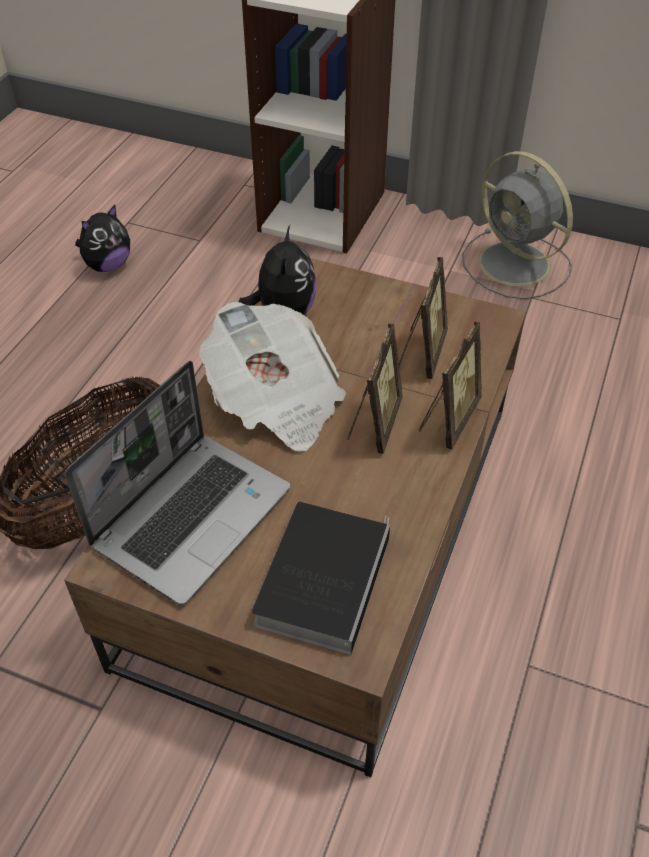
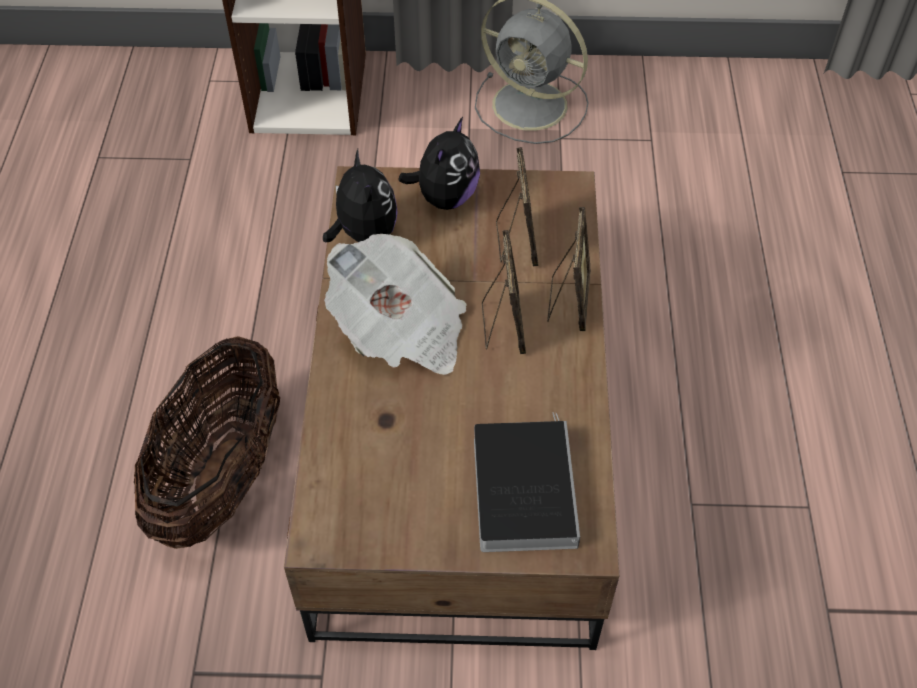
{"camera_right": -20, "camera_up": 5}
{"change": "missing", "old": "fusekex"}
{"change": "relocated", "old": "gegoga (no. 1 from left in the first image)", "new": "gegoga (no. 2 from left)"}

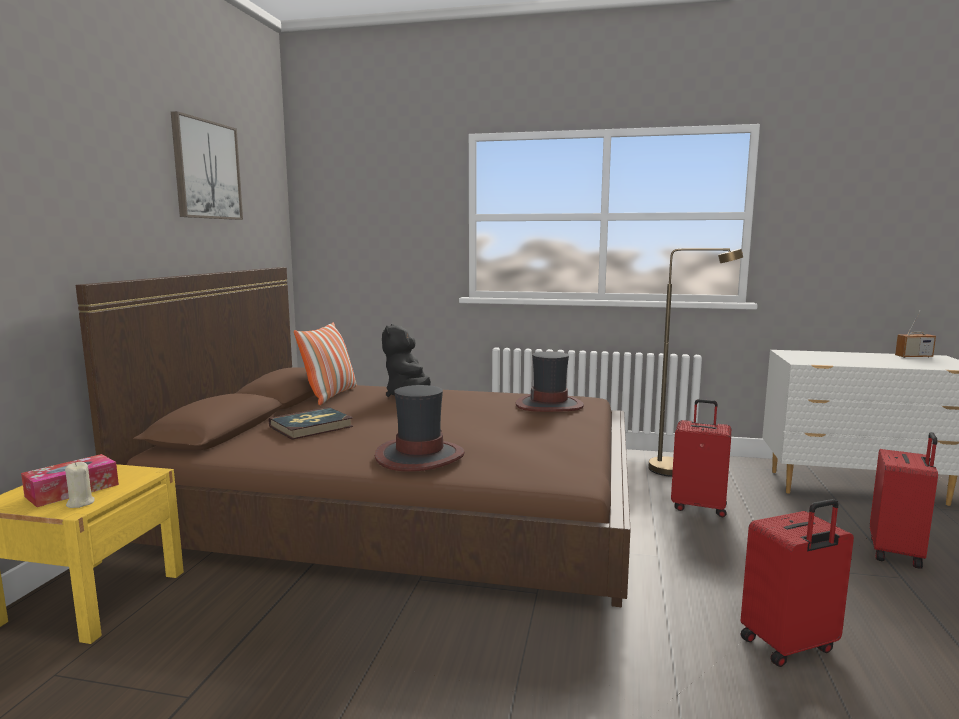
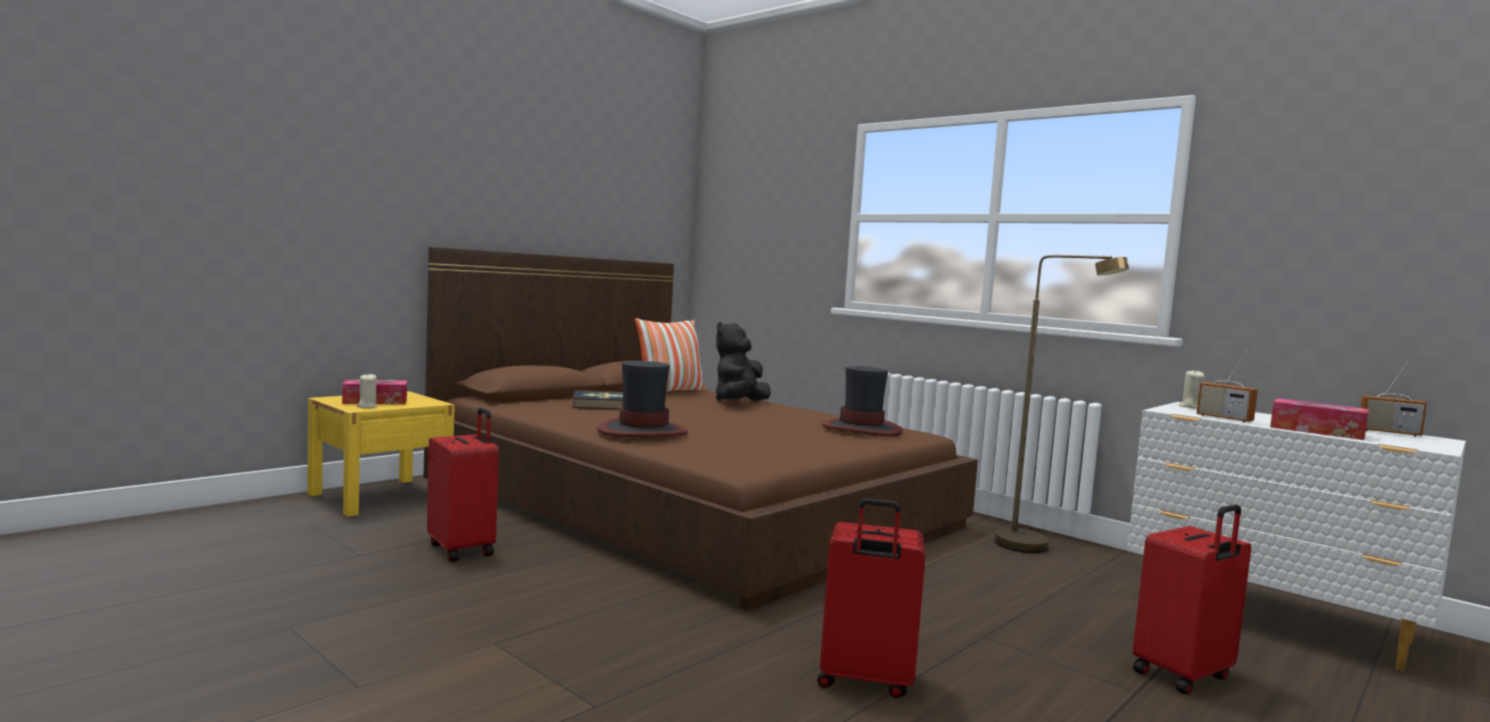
{"camera_right": 30, "camera_up": -5}
{"change": "missing", "old": "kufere"}
{"change": "appeared", "new": "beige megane (no. 2 from left)"}
{"change": "appeared", "new": "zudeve (no. 1 from left)"}
{"change": "appeared", "new": "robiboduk (no. 2 from left)"}
{"change": "relocated", "old": "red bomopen (no. 1 from left)"}

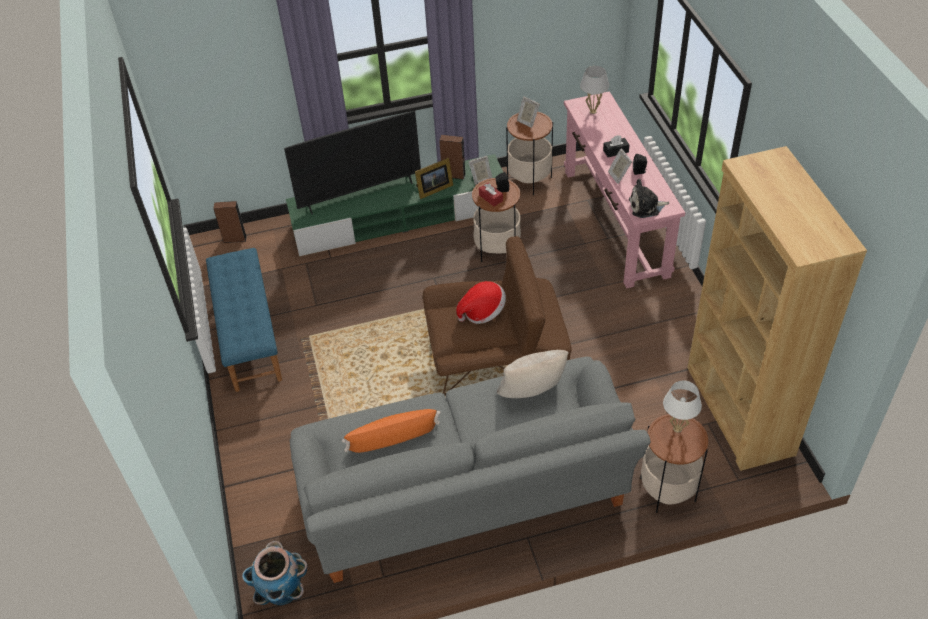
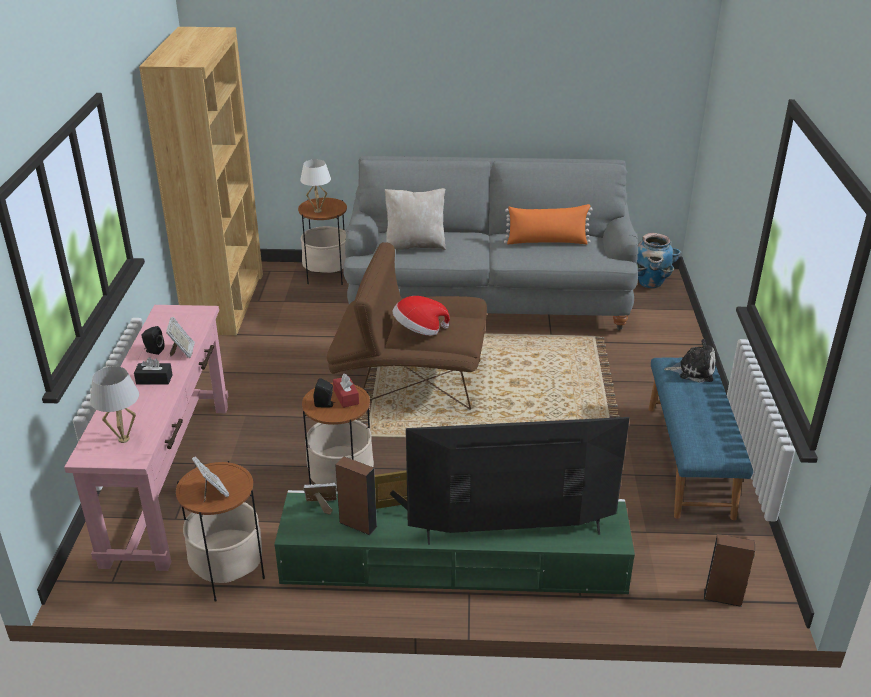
{"camera_right": -165, "camera_up": -15}
{"change": "relocated", "old": "gegoga"}

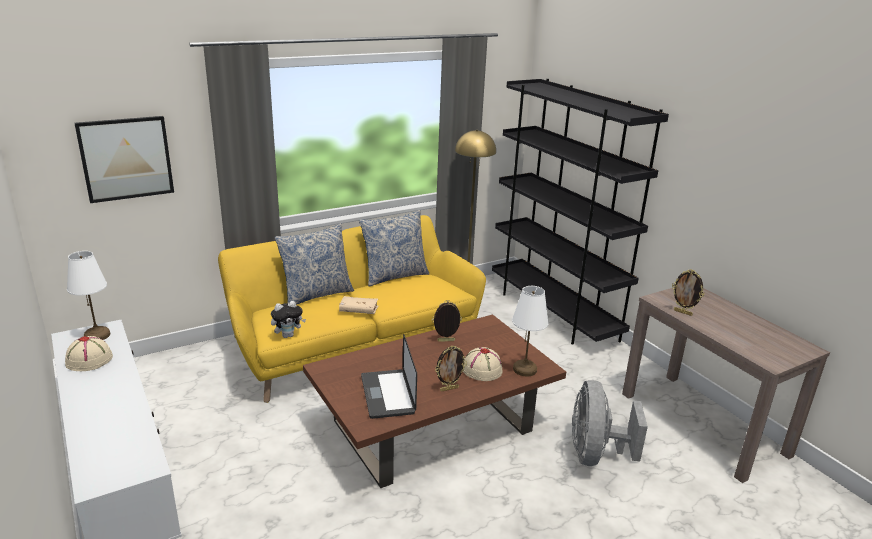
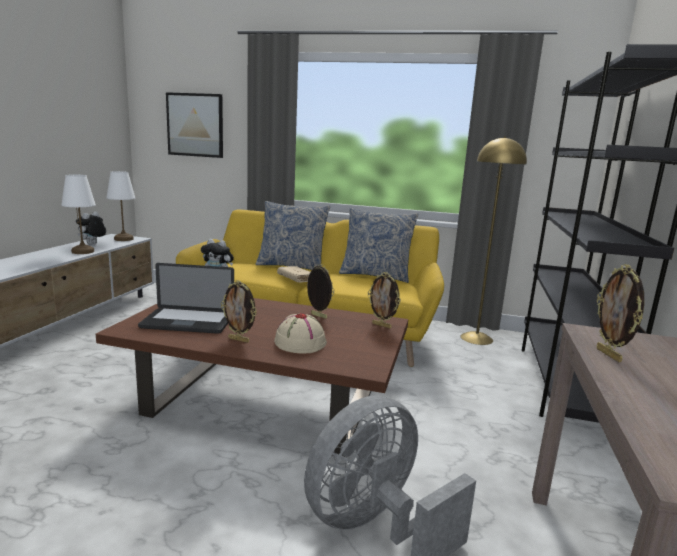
{"camera_right": 45, "camera_up": -10}
{"change": "appeared", "new": "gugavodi (no. 3 from left)"}
{"change": "relocated", "old": "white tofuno (no. 2 from left in the first image)", "new": "white tofuno (no. 1 from left)"}
{"change": "exchanged", "old": "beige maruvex (no. 1 from left)", "new": "gegoga (no. 1 from left)"}
{"change": "spun", "old": "fusekex", "degrees": -120}

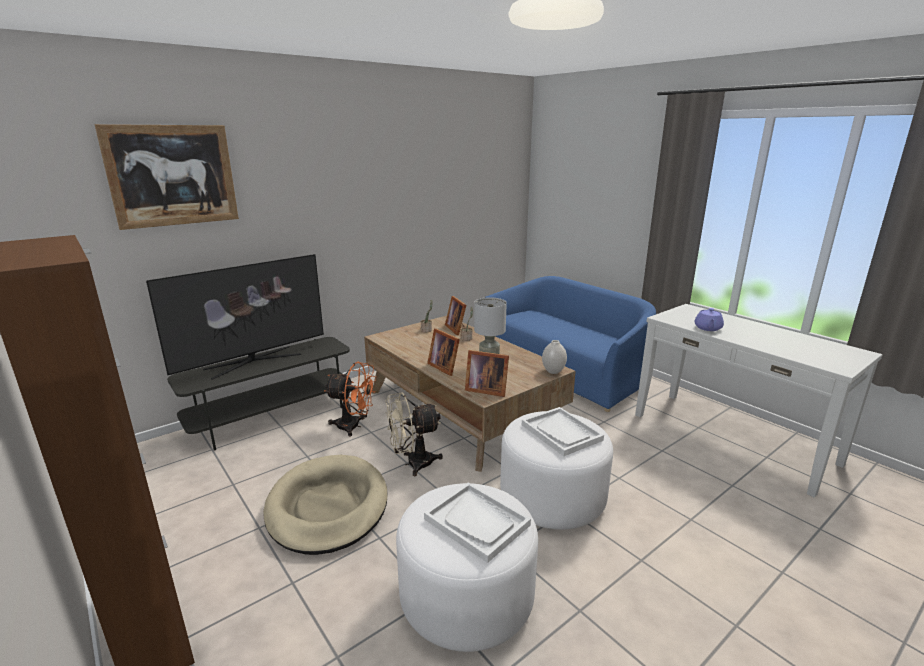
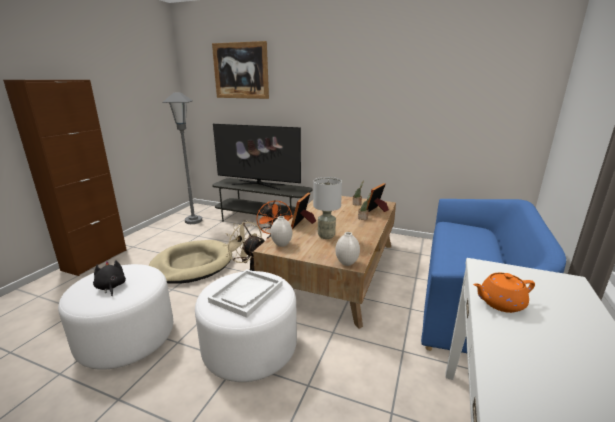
{"camera_right": 60, "camera_up": 0}
{"change": "appeared", "new": "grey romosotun"}
{"change": "exchanged", "old": "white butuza (no. 1 from left)", "new": "black gegoga"}
{"change": "exchanged", "old": "gugavodi (no. 3 from left)", "new": "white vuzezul (no. 1 from left)"}
{"change": "colour", "old": "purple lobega", "new": "orange lobega"}

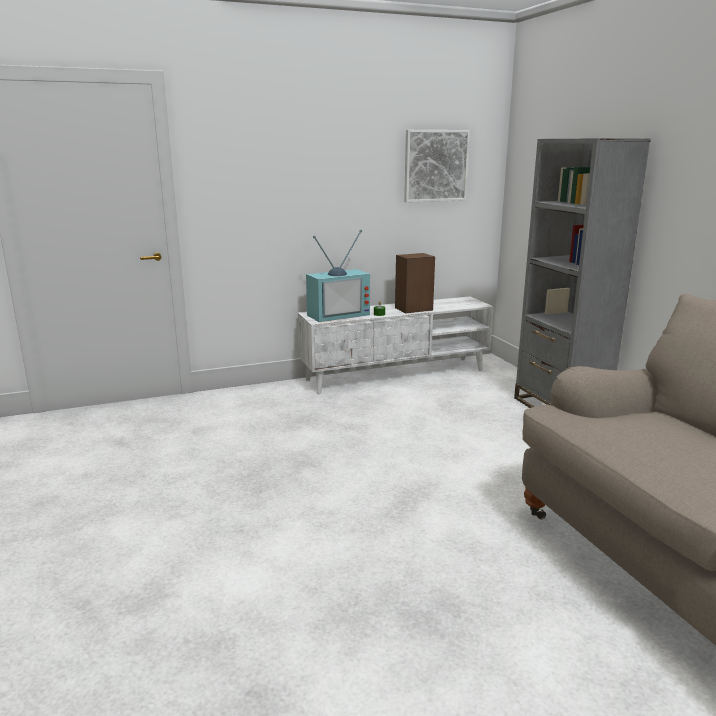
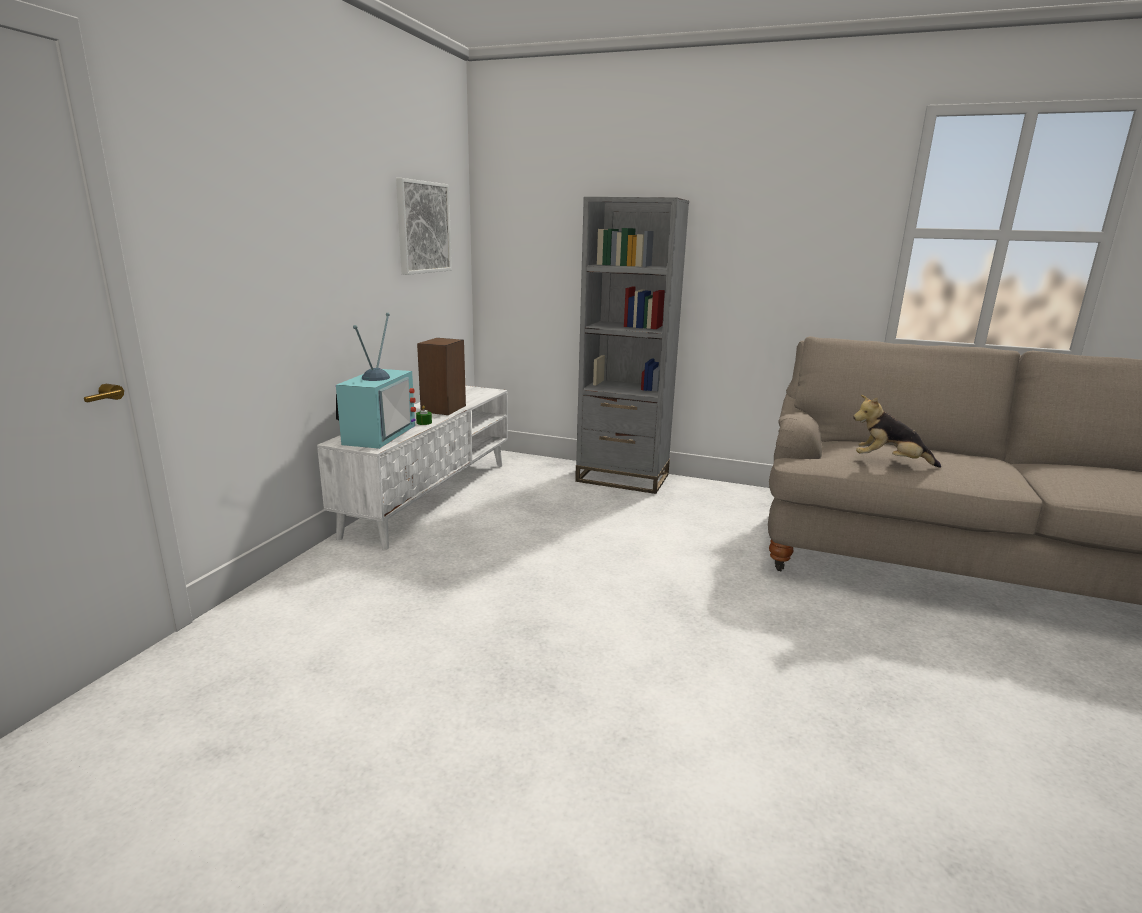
{"camera_right": -50, "camera_up": 0}
{"change": "appeared", "new": "gegoga"}

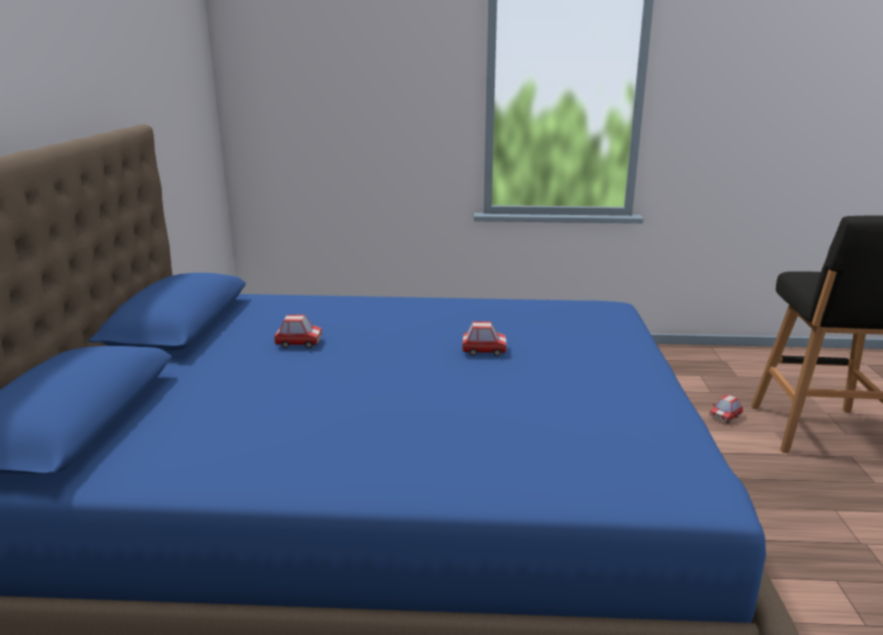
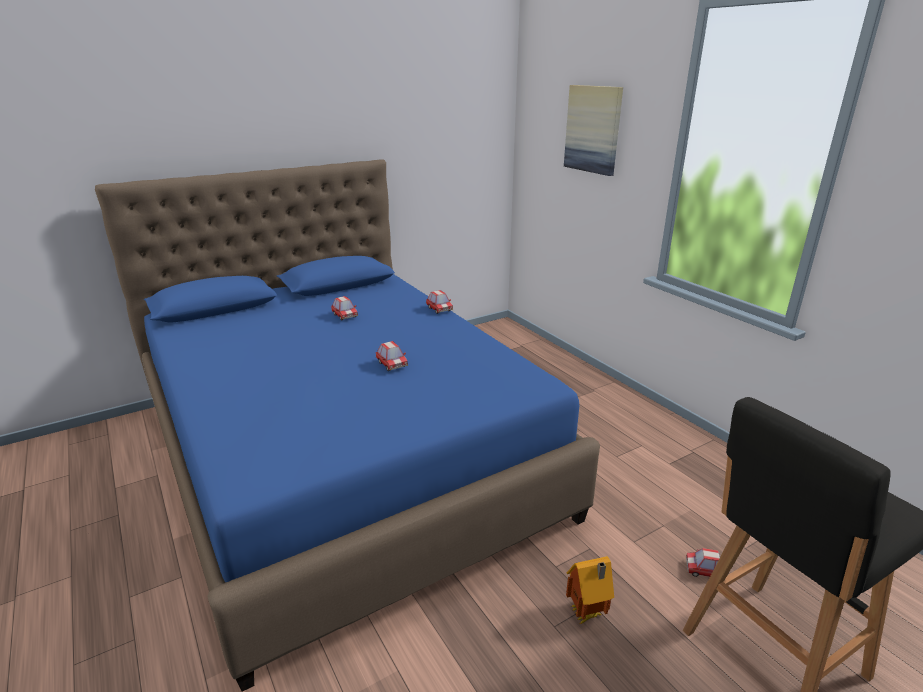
{"camera_right": 55, "camera_up": 5}
{"change": "appeared", "new": "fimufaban (no. 3 from left)"}
{"change": "appeared", "new": "kufere"}
{"change": "appeared", "new": "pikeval"}

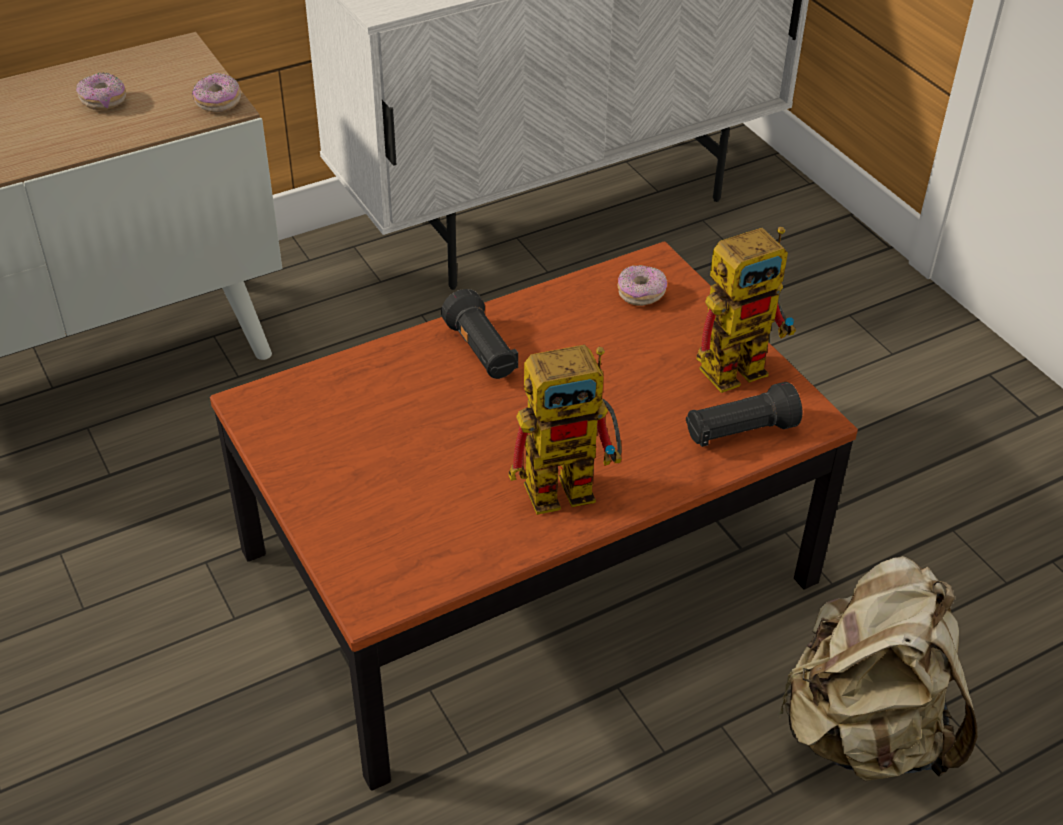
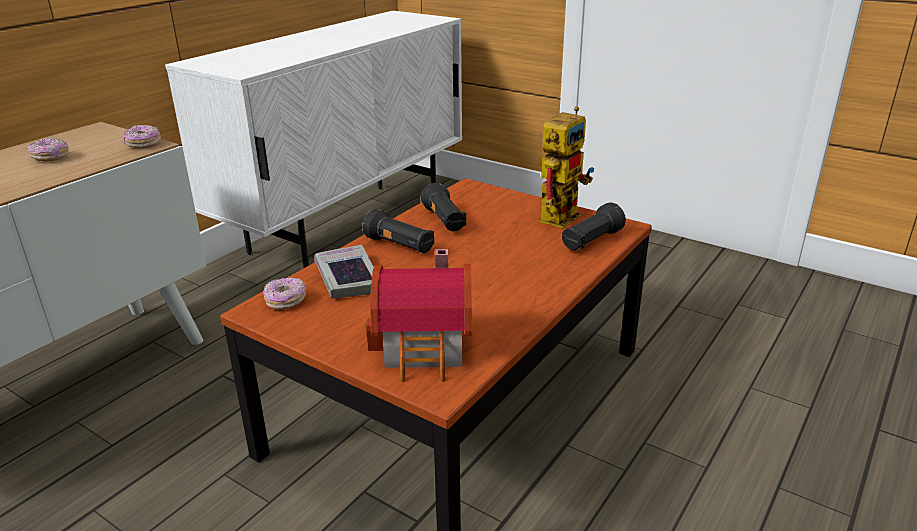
{"camera_right": -25, "camera_up": -15}
{"change": "missing", "old": "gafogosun (no. 1 from left)"}
{"change": "missing", "old": "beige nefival"}
{"change": "appeared", "new": "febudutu"}
{"change": "appeared", "new": "pikeval"}
{"change": "appeared", "new": "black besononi (no. 2 from left)"}
{"change": "relocated", "old": "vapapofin (no. 3 from left)"}

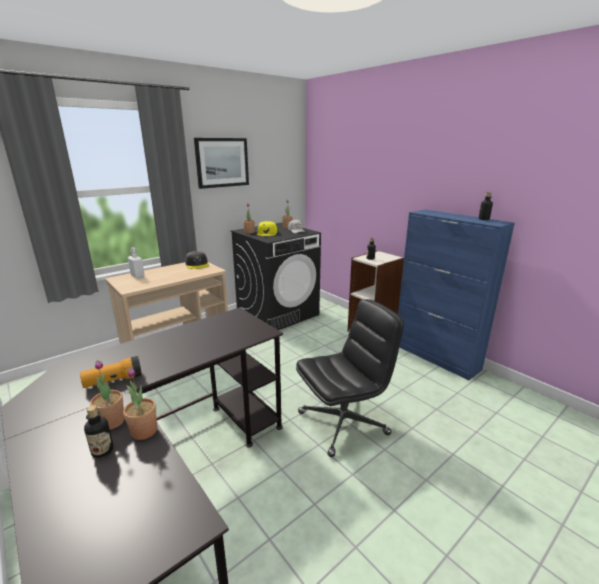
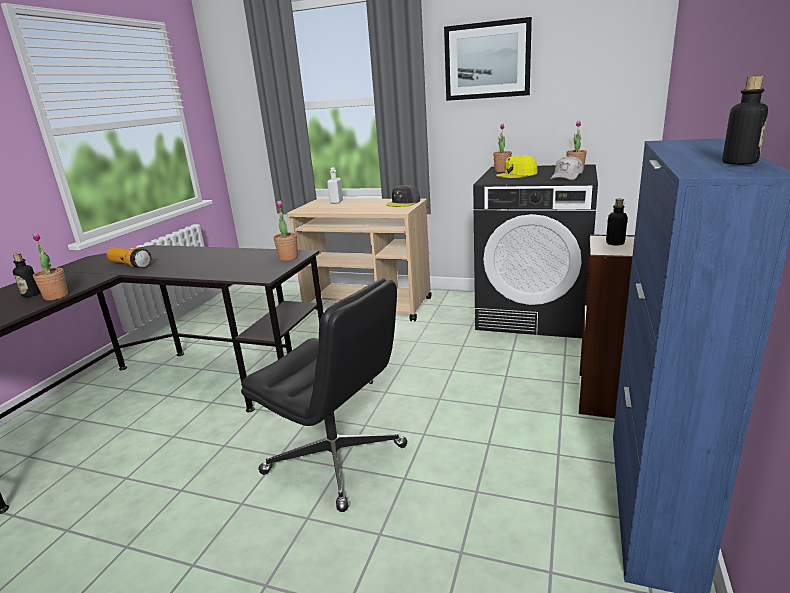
{"camera_right": 60, "camera_up": 0}
{"change": "relocated", "old": "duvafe (no. 1 from left in the first image)", "new": "duvafe (no. 2 from left)"}

